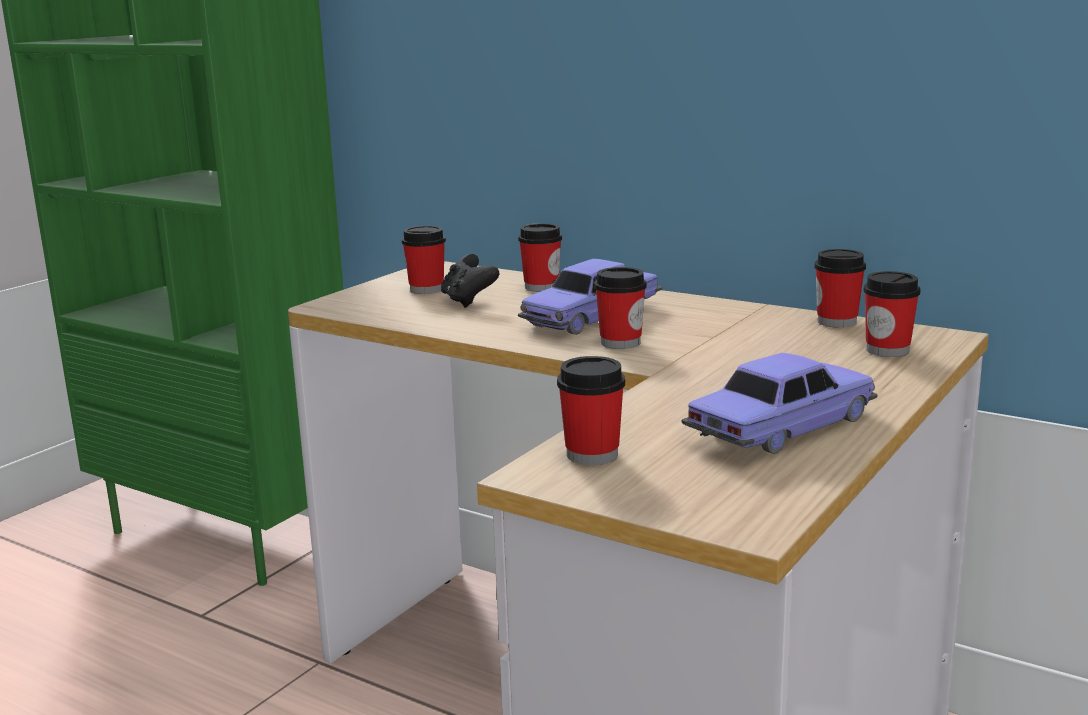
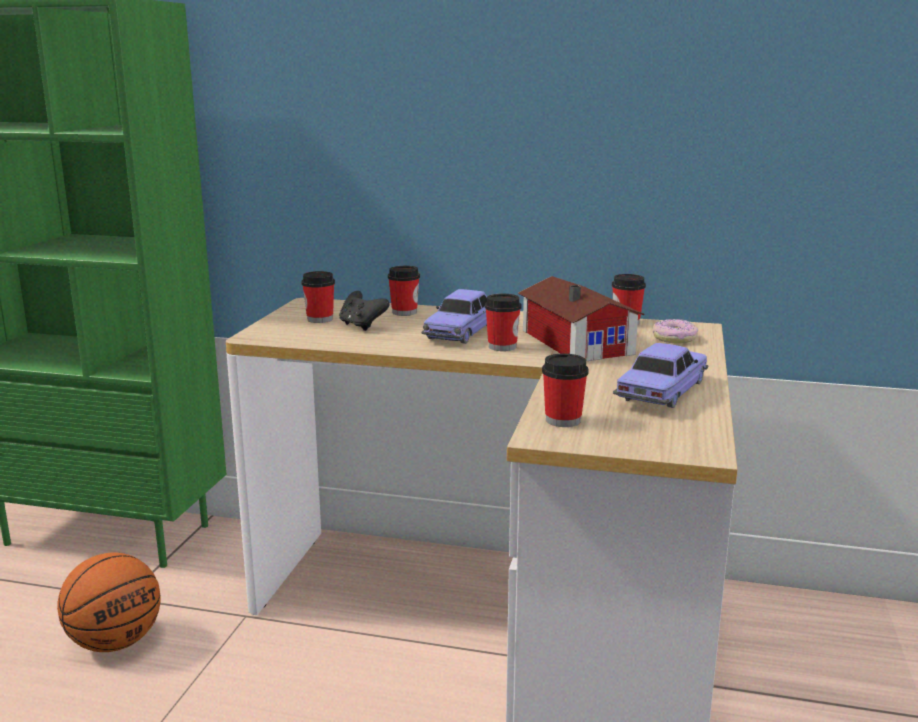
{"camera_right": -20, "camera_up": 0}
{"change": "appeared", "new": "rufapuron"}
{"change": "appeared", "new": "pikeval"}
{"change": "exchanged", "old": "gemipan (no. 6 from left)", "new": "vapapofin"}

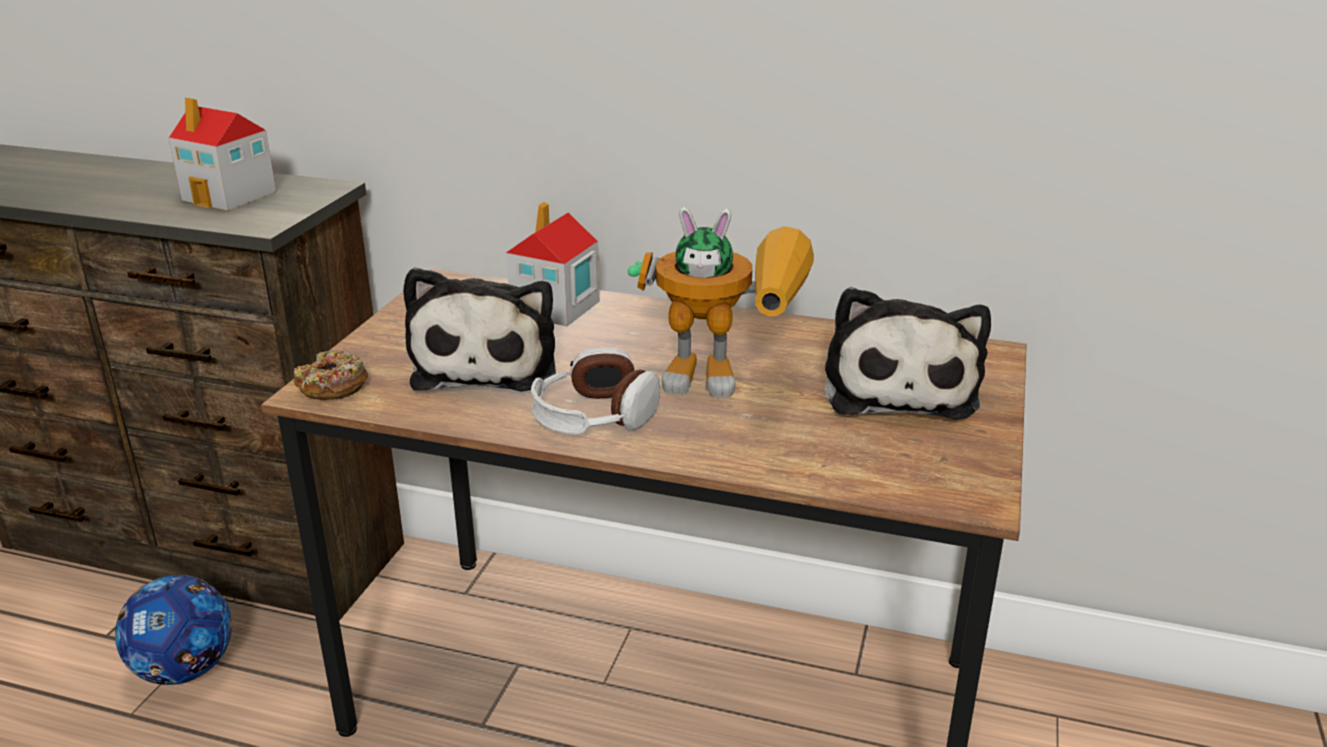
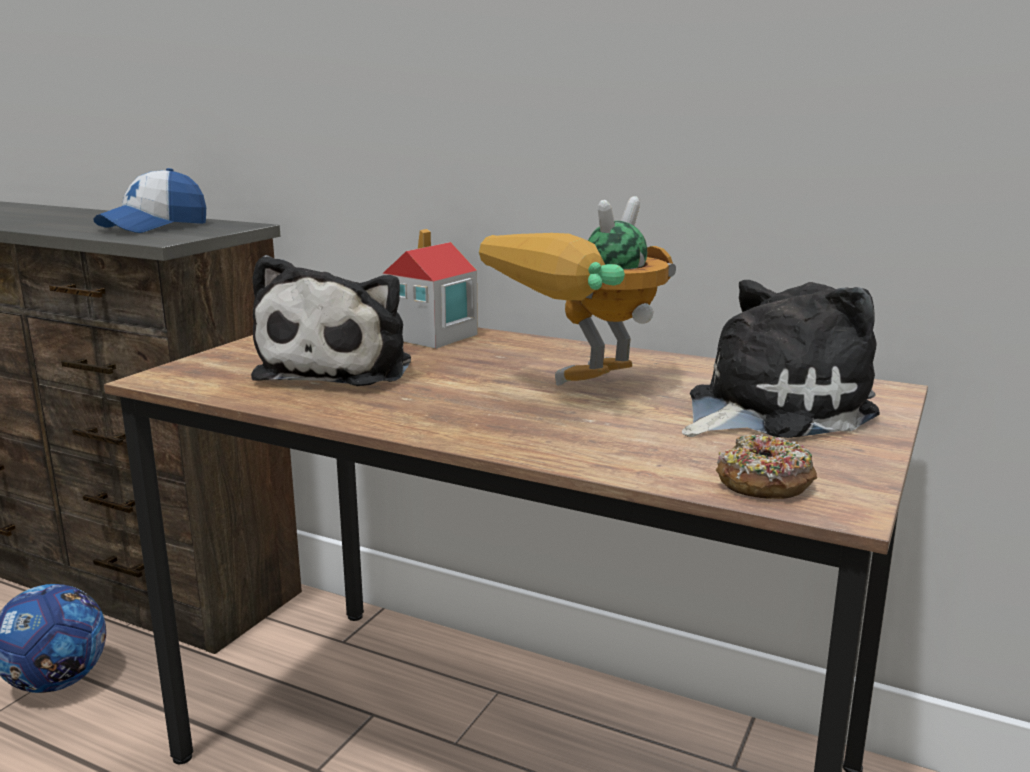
{"camera_right": 10, "camera_up": -10}
{"change": "missing", "old": "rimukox"}
{"change": "relocated", "old": "vapapofin"}
{"change": "exchanged", "old": "pikeval (no. 1 from left)", "new": "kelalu"}
{"change": "spun", "old": "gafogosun", "degrees": 120}
{"change": "spun", "old": "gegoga (no. 2 from left)", "degrees": -135}

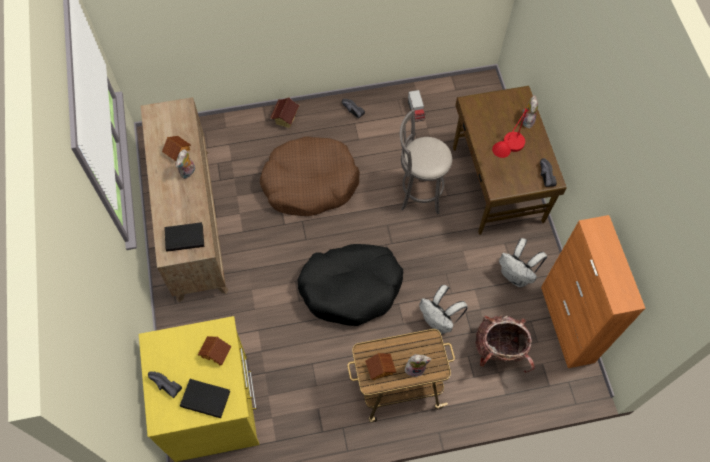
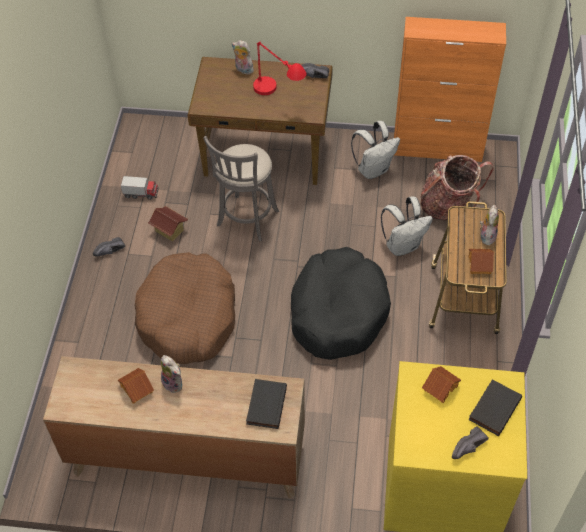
{"camera_right": -70, "camera_up": -10}
{"change": "relocated", "old": "pikeval (no. 3 from left in the first image)", "new": "pikeval (no. 2 from left)"}

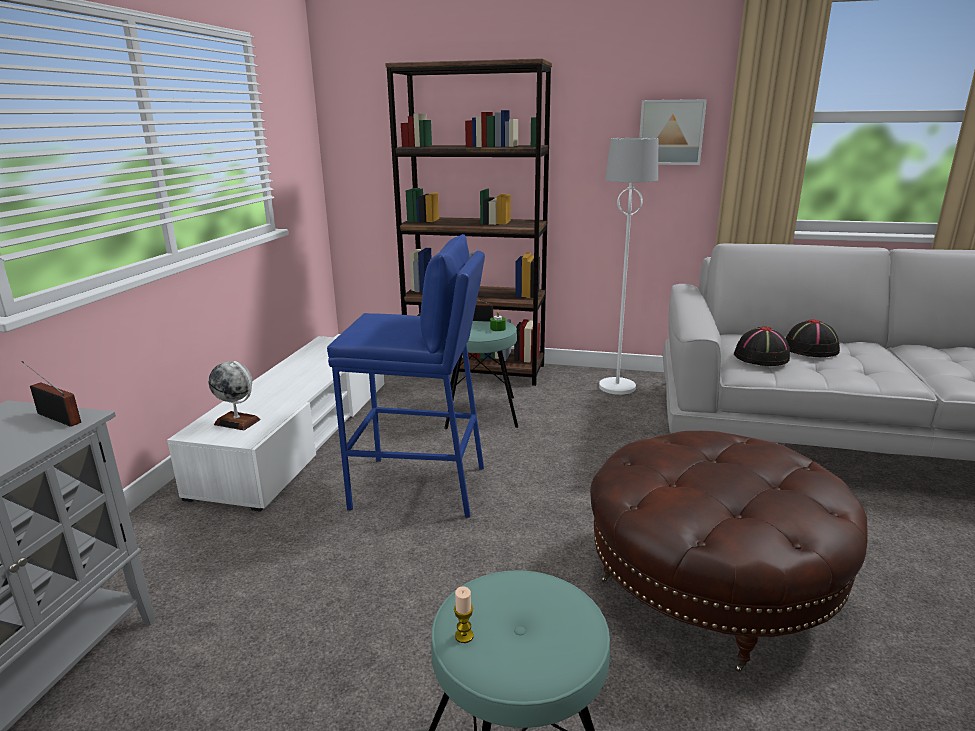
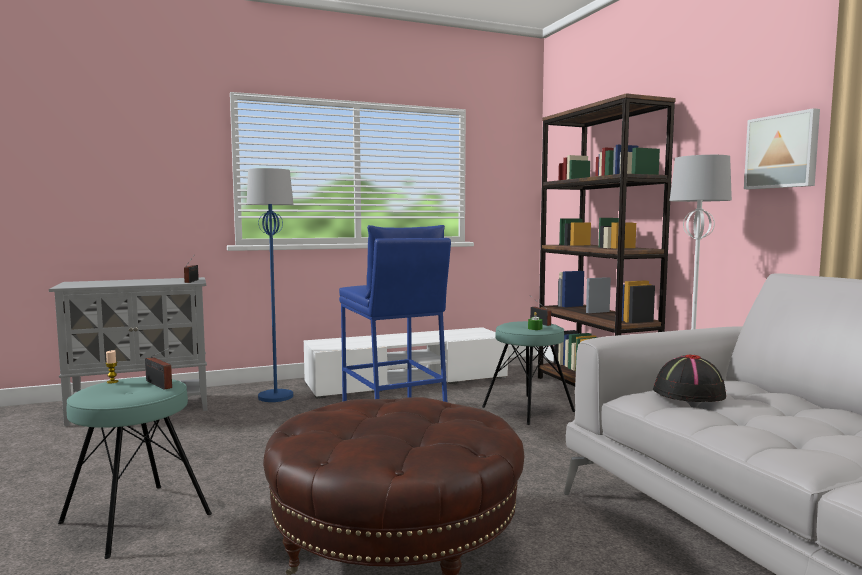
{"camera_right": 55, "camera_up": -15}
{"change": "missing", "old": "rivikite"}
{"change": "missing", "old": "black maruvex (no. 2 from left)"}
{"change": "appeared", "new": "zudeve (no. 1 from left)"}
{"change": "appeared", "new": "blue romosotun"}

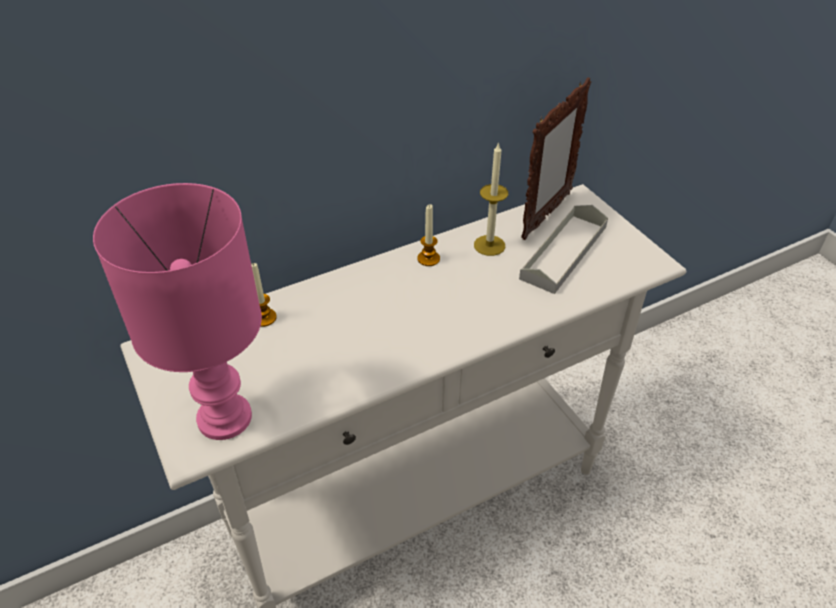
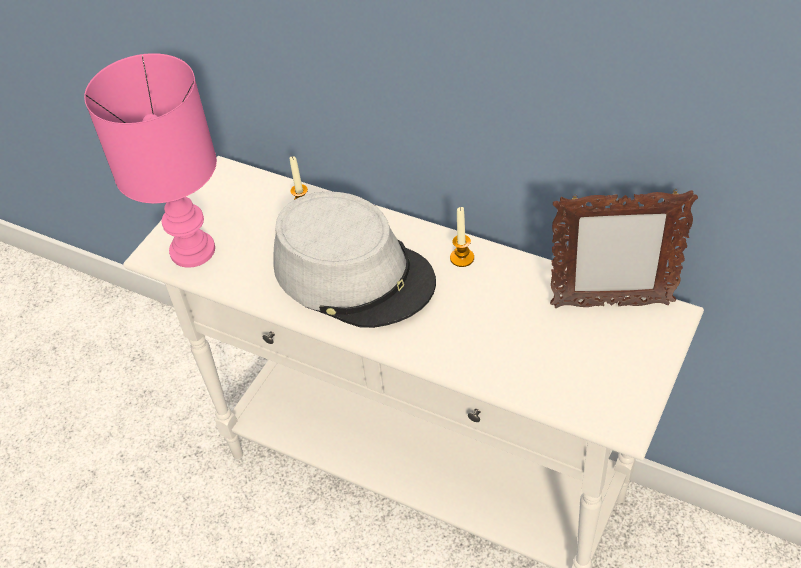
{"camera_right": 60, "camera_up": 5}
{"change": "missing", "old": "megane (no. 3 from left)"}
{"change": "missing", "old": "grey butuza"}
{"change": "appeared", "new": "grey maruvex"}

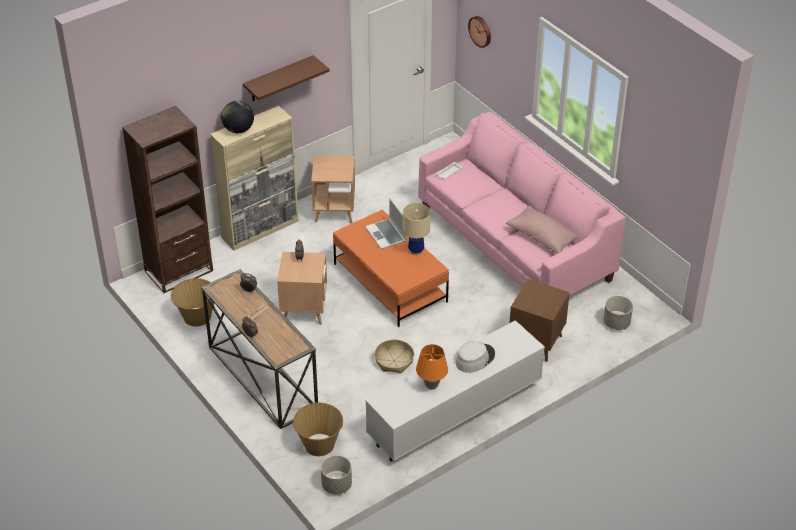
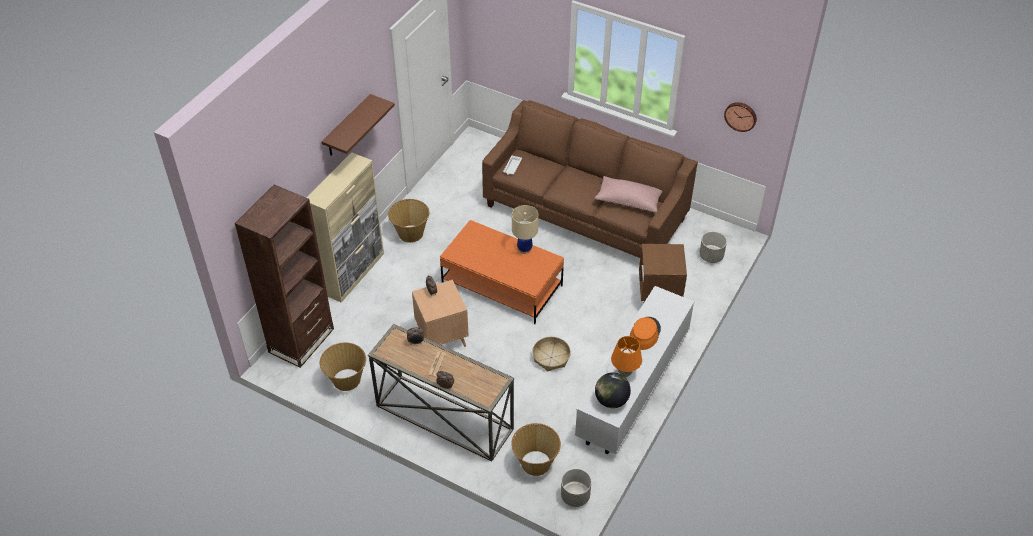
{"camera_right": -25, "camera_up": 5}
{"change": "missing", "old": "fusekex"}
{"change": "relocated", "old": "rivikite"}
{"change": "relocated", "old": "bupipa"}
{"change": "exchanged", "old": "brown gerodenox (no. 2 from left)", "new": "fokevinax (no. 2 from left)"}
{"change": "colour", "old": "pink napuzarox", "new": "brown napuzarox"}
{"change": "colour", "old": "grey maruvex", "new": "orange maruvex"}

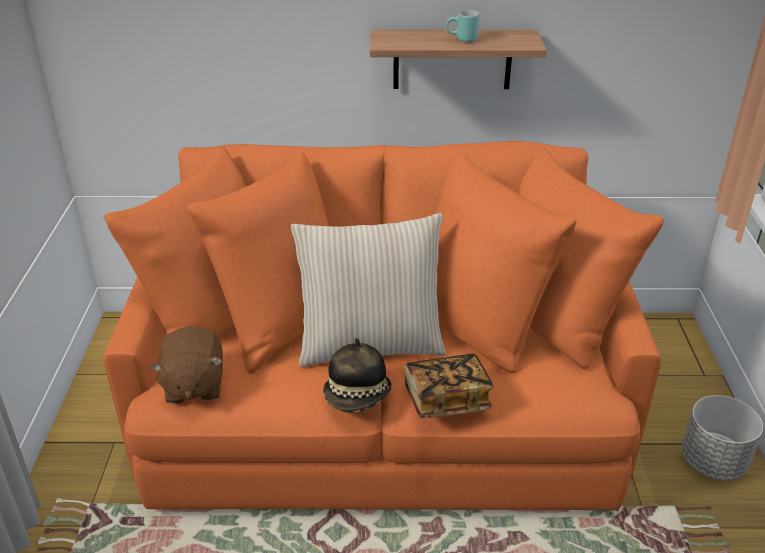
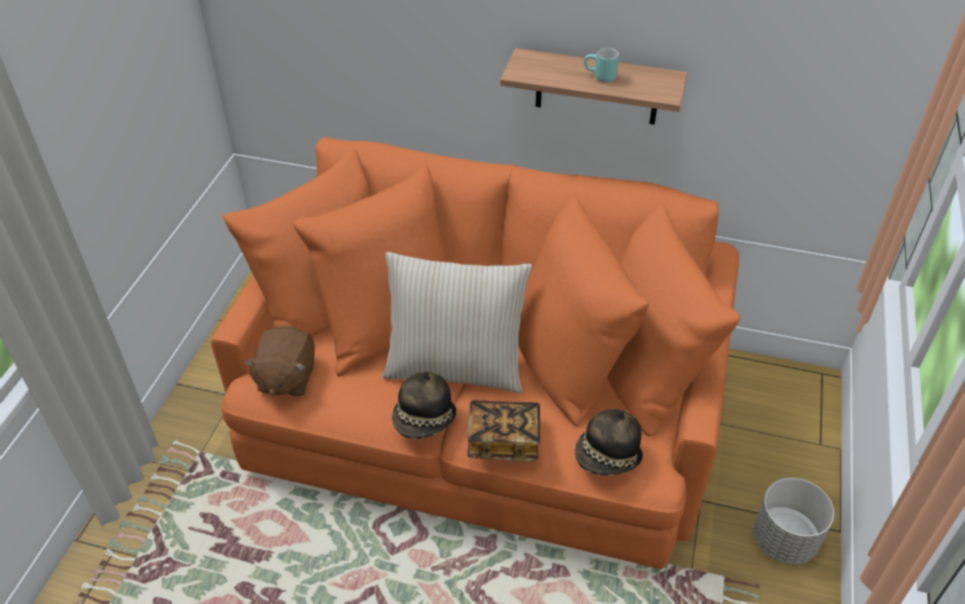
{"camera_right": 15, "camera_up": 10}
{"change": "appeared", "new": "maruvex (no. 2 from left)"}

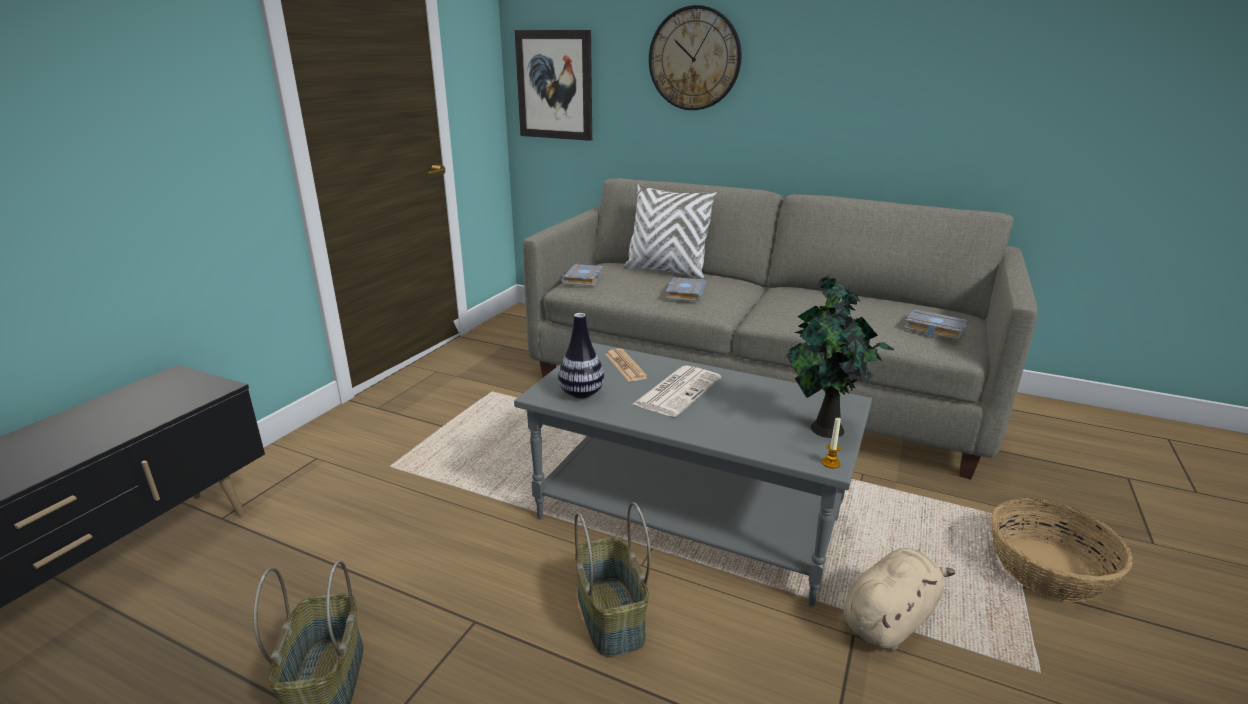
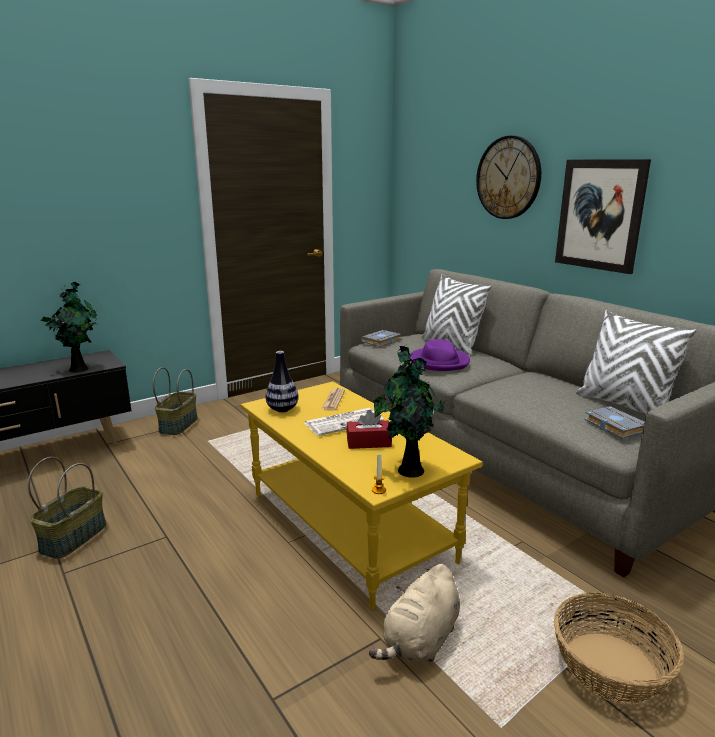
{"camera_right": 30, "camera_up": -5}
{"change": "appeared", "new": "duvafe (no. 1 from left)"}
{"change": "appeared", "new": "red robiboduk"}
{"change": "appeared", "new": "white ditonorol (no. 2 from left)"}
{"change": "relocated", "old": "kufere"}
{"change": "relocated", "old": "fokevinax (no. 2 from left)"}
{"change": "exchanged", "old": "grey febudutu (no. 2 from left)", "new": "purple maruvex"}
{"change": "colour", "old": "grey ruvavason", "new": "yellow ruvavason"}
{"change": "spun", "old": "beige gegoga", "degrees": 135}

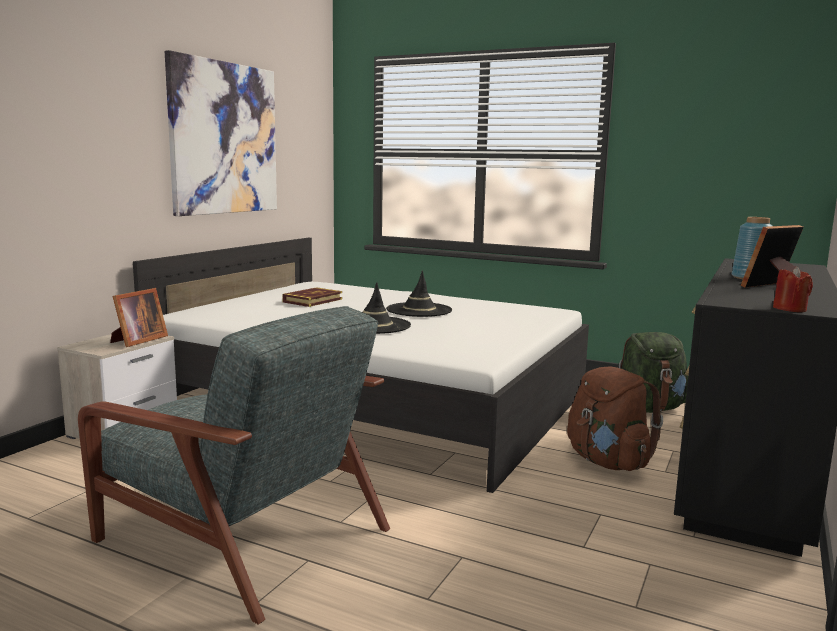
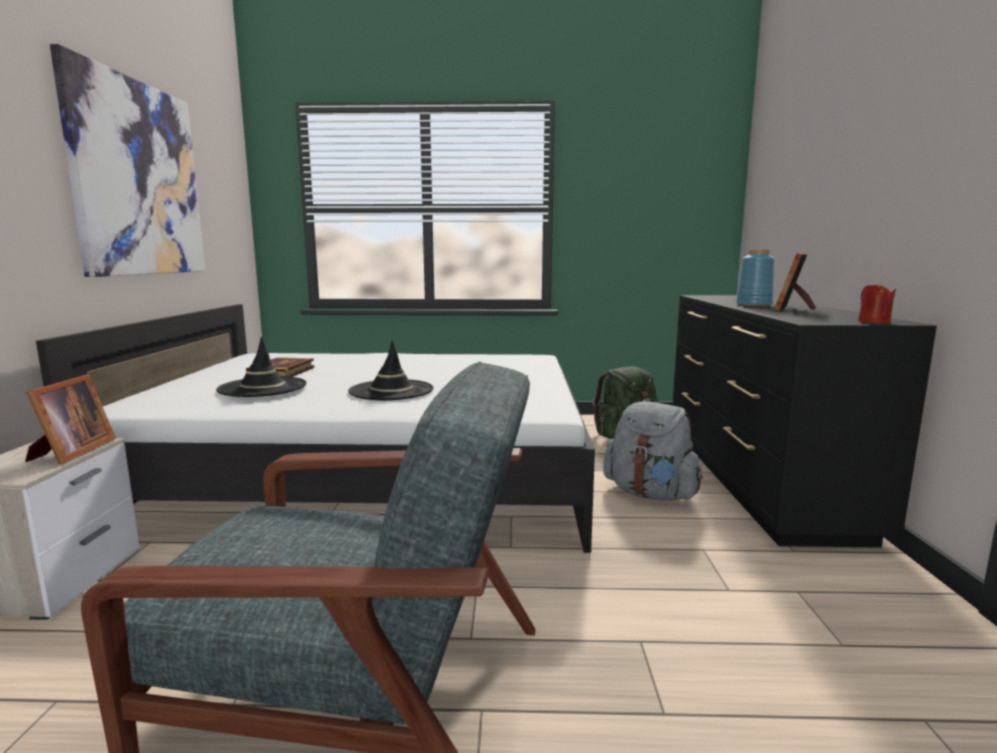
{"camera_right": -25, "camera_up": 0}
{"change": "relocated", "old": "black maruvex (no. 2 from left in the first image)", "new": "black maruvex (no. 1 from left)"}
{"change": "colour", "old": "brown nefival", "new": "grey nefival"}

